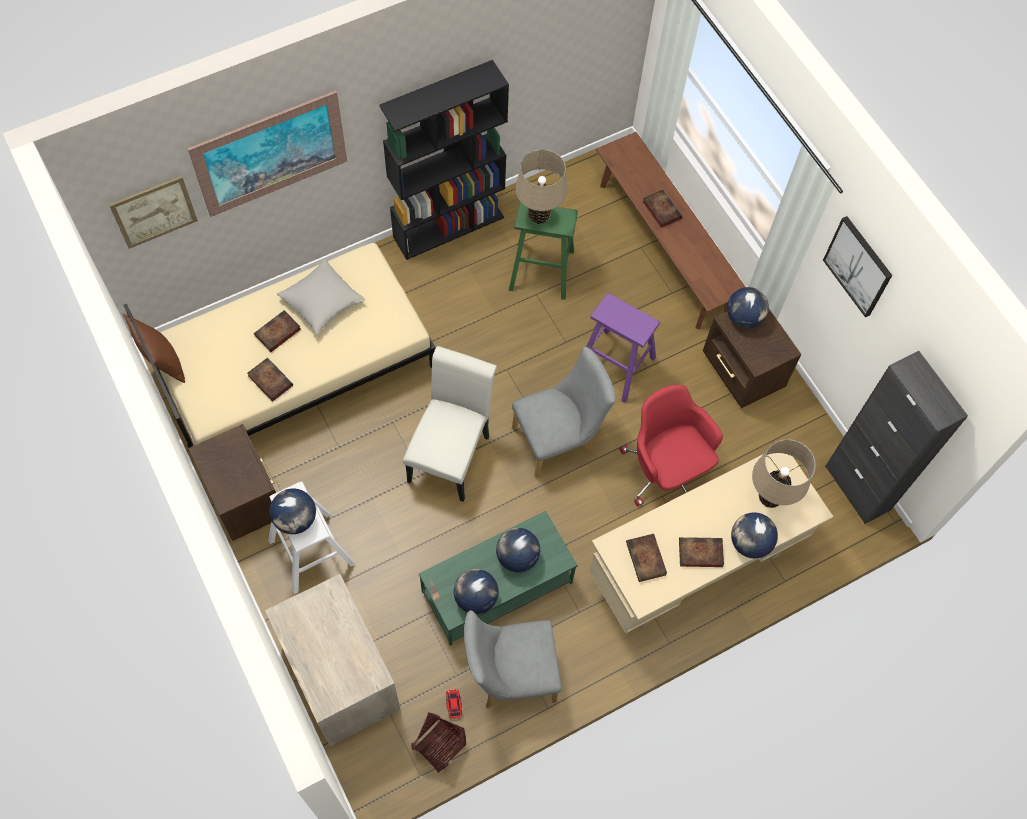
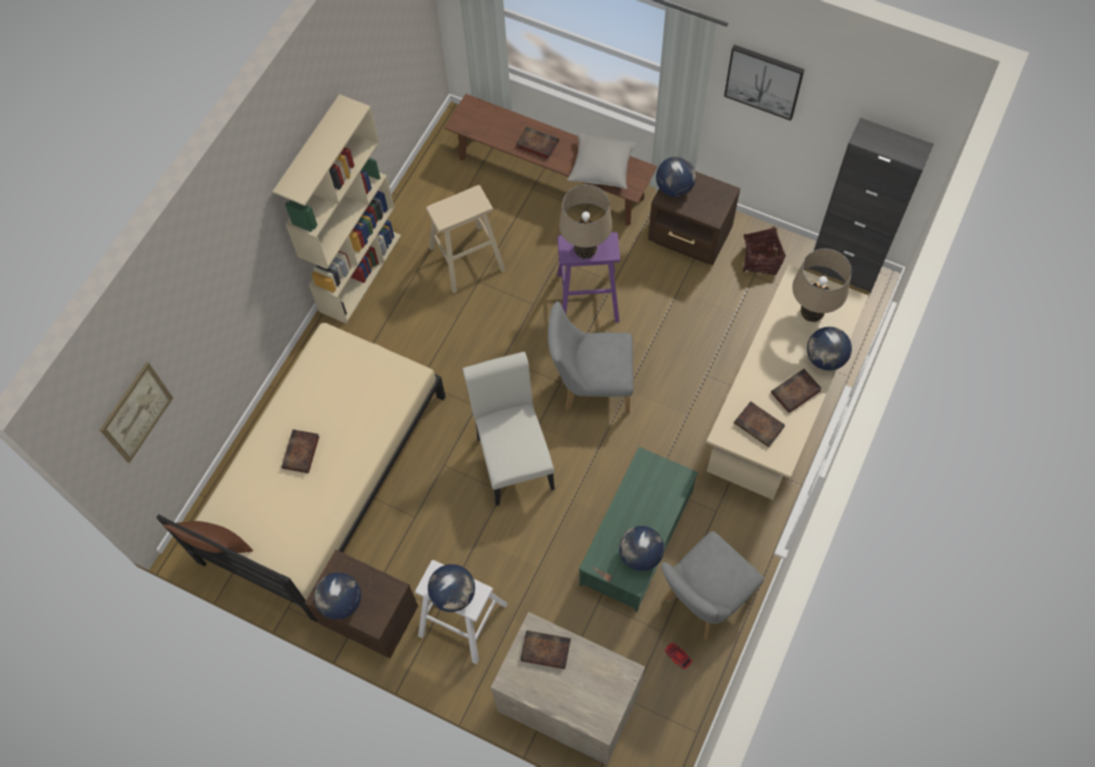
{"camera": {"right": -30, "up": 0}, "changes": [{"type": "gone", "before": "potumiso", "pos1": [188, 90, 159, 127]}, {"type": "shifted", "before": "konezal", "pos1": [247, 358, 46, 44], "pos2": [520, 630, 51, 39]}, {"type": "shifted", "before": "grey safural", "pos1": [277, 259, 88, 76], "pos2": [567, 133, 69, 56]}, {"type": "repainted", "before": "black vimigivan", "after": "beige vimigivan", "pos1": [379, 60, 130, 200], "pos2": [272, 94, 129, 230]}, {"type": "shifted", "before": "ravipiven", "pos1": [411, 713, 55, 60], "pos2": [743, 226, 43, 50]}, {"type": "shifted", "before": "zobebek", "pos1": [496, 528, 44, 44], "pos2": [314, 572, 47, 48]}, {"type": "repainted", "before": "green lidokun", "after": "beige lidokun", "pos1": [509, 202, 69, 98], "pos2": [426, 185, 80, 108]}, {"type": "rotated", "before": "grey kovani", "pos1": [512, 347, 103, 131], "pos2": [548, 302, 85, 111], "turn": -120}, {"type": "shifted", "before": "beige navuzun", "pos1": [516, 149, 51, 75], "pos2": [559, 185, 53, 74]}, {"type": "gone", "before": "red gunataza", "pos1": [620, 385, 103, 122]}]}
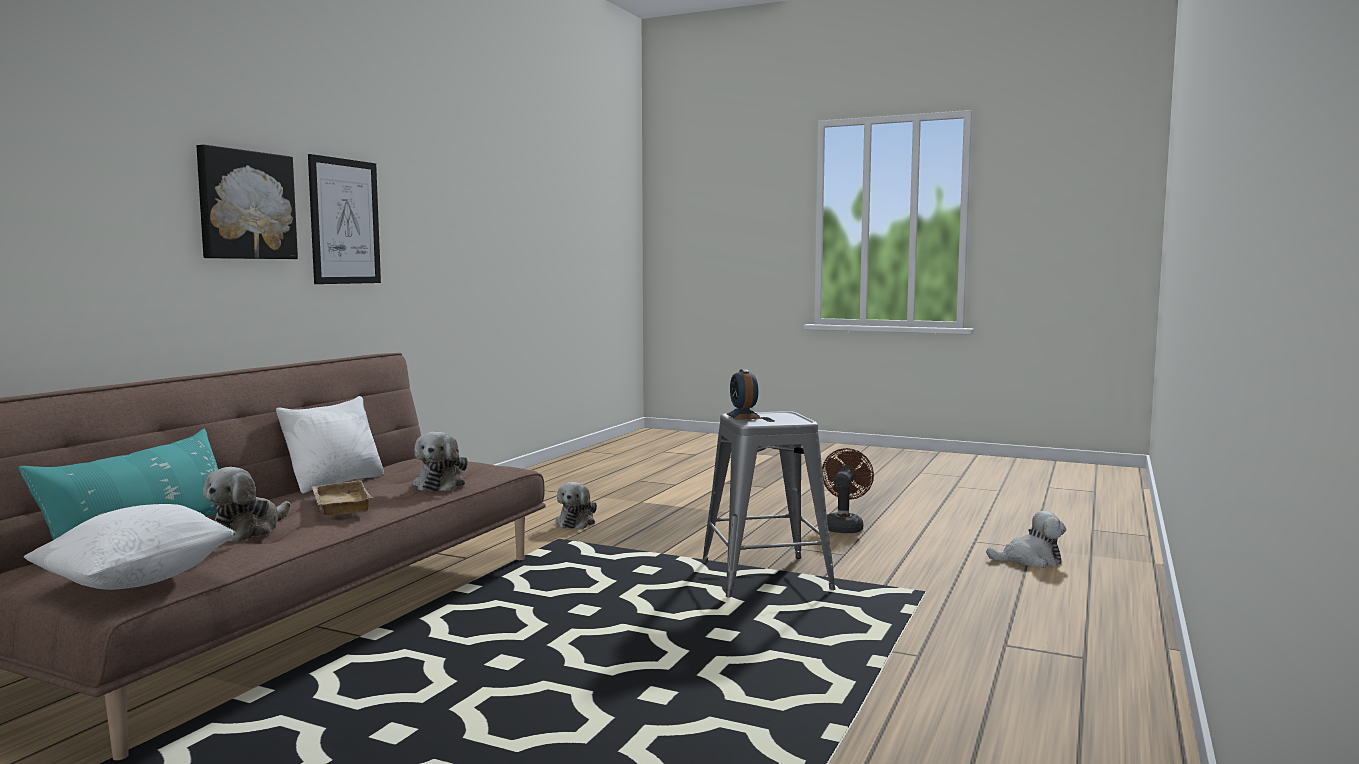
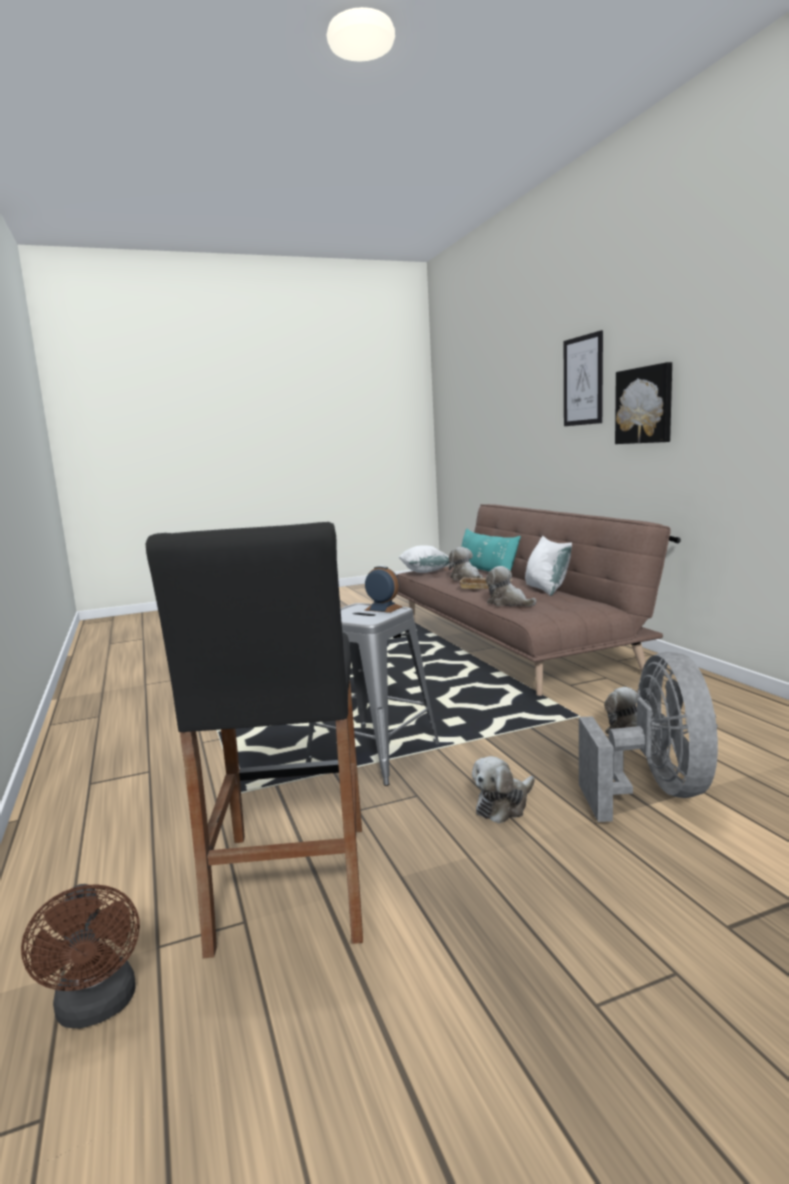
{"camera": {"right": 135, "up": 5}, "changes": [{"type": "shifted", "before": "potumiso", "pos1": [308, 154, 73, 130], "pos2": [564, 330, 39, 96]}, {"type": "shifted", "before": "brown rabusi", "pos1": [822, 448, 52, 85], "pos2": [21, 884, 119, 144]}, {"type": "shifted", "before": "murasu", "pos1": [986, 511, 80, 57], "pos2": [472, 756, 63, 67]}, {"type": "new", "after": "black lidokun", "pos2": [146, 522, 217, 436]}, {"type": "new", "after": "grey rabusi", "pos2": [579, 652, 139, 170]}]}
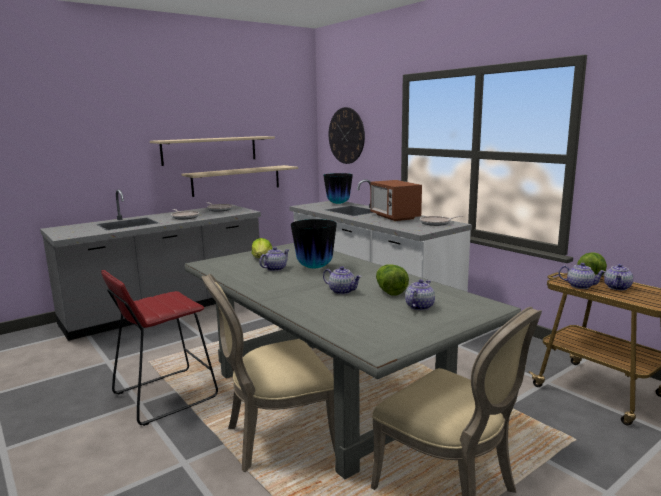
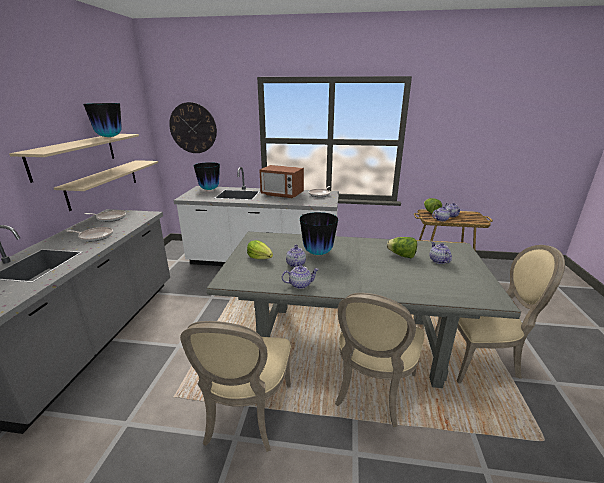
{"camera": {"right": -45, "up": 10}, "changes": [{"type": "swapped", "before": "red lidokun", "after": "beige kovani", "pos1": [101, 270, 117, 156], "pos2": [180, 321, 111, 131]}, {"type": "shifted", "before": "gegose", "pos1": [323, 266, 39, 29], "pos2": [282, 265, 37, 24]}, {"type": "new", "after": "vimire", "pos2": [83, 103, 39, 34]}]}
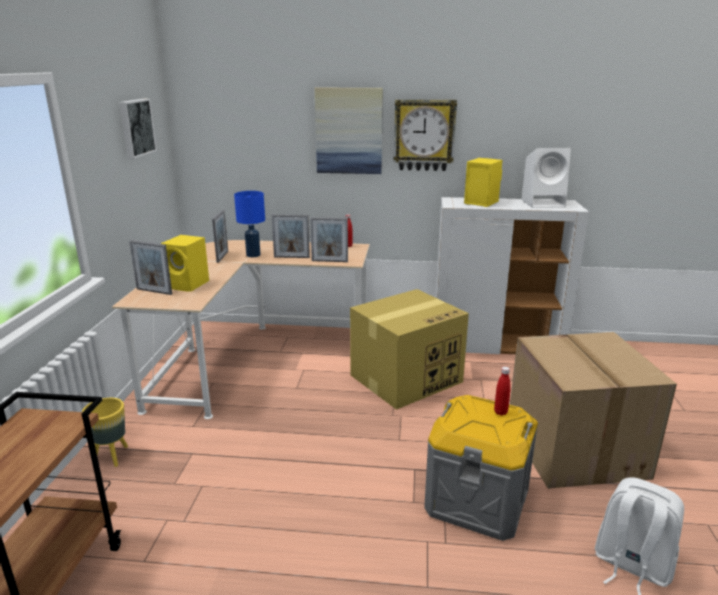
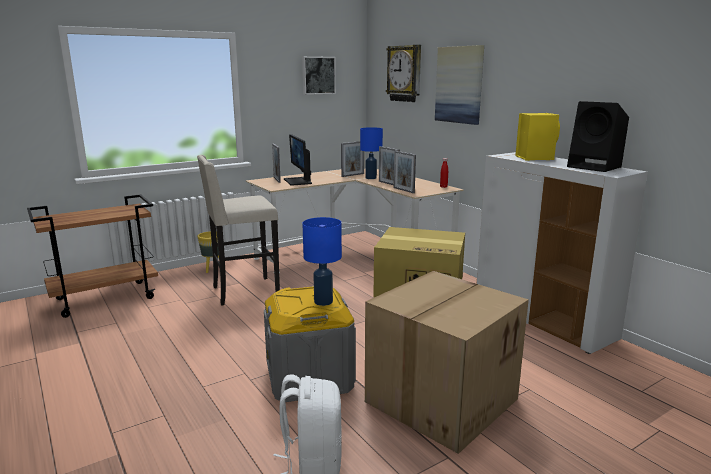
{"camera": {"right": 50, "up": -5}, "changes": [{"type": "swapped", "before": "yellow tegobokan", "after": "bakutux", "pos1": [161, 235, 48, 57], "pos2": [284, 134, 28, 52]}, {"type": "shifted", "before": "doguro", "pos1": [393, 99, 64, 72], "pos2": [386, 45, 35, 57]}, {"type": "swapped", "before": "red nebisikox", "after": "blue navuzun", "pos1": [494, 366, 17, 50], "pos2": [302, 217, 40, 89]}, {"type": "repainted", "before": "white tegobokan", "after": "black tegobokan", "pos1": [522, 148, 49, 60], "pos2": [567, 101, 62, 71]}, {"type": "new", "after": "beige lidokun", "pos2": [197, 155, 83, 151]}]}
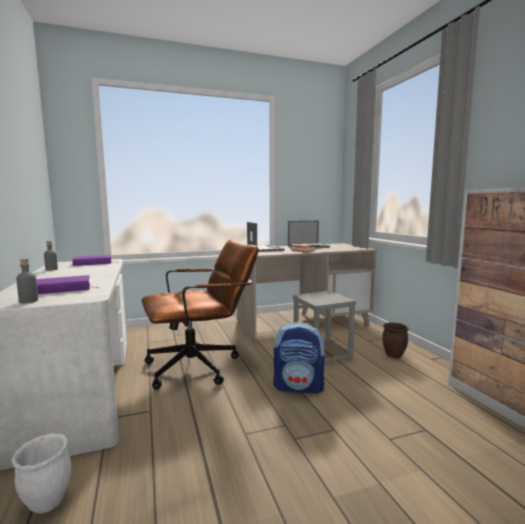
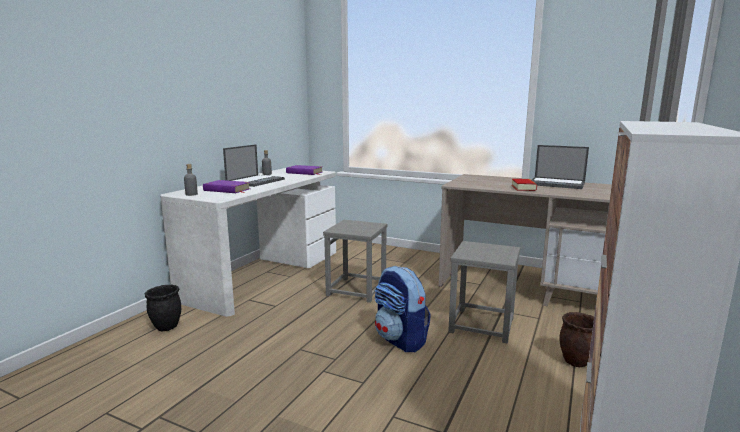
{"camera": {"right": 45, "up": 5}, "changes": [{"type": "repainted", "before": "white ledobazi", "after": "black ledobazi", "pos1": [12, 433, 59, 81], "pos2": [145, 284, 36, 48]}, {"type": "swapped", "before": "brown gunataza", "after": "grey lidokun", "pos1": [141, 240, 118, 150], "pos2": [323, 220, 65, 83]}, {"type": "shifted", "before": "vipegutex", "pos1": [247, 222, 38, 30], "pos2": [223, 144, 62, 43]}]}
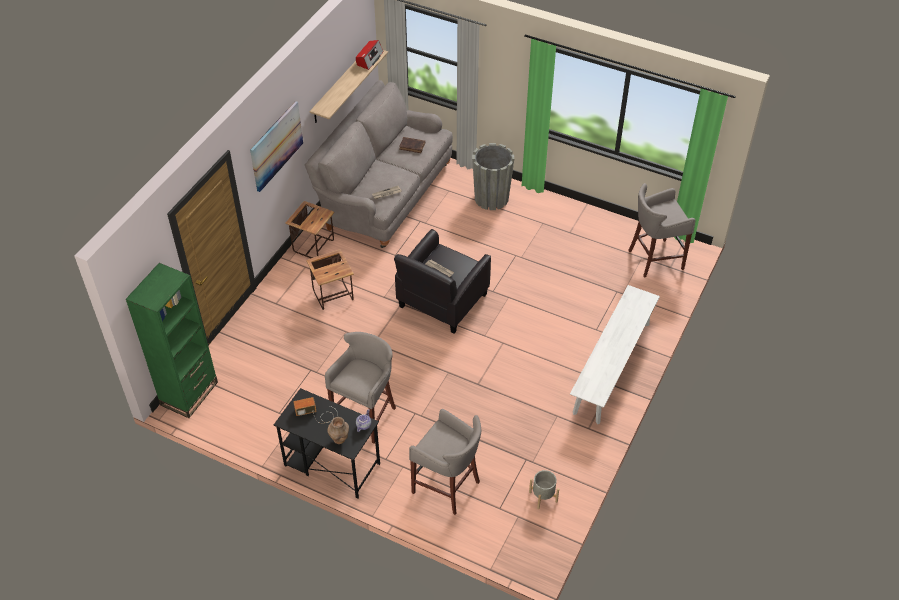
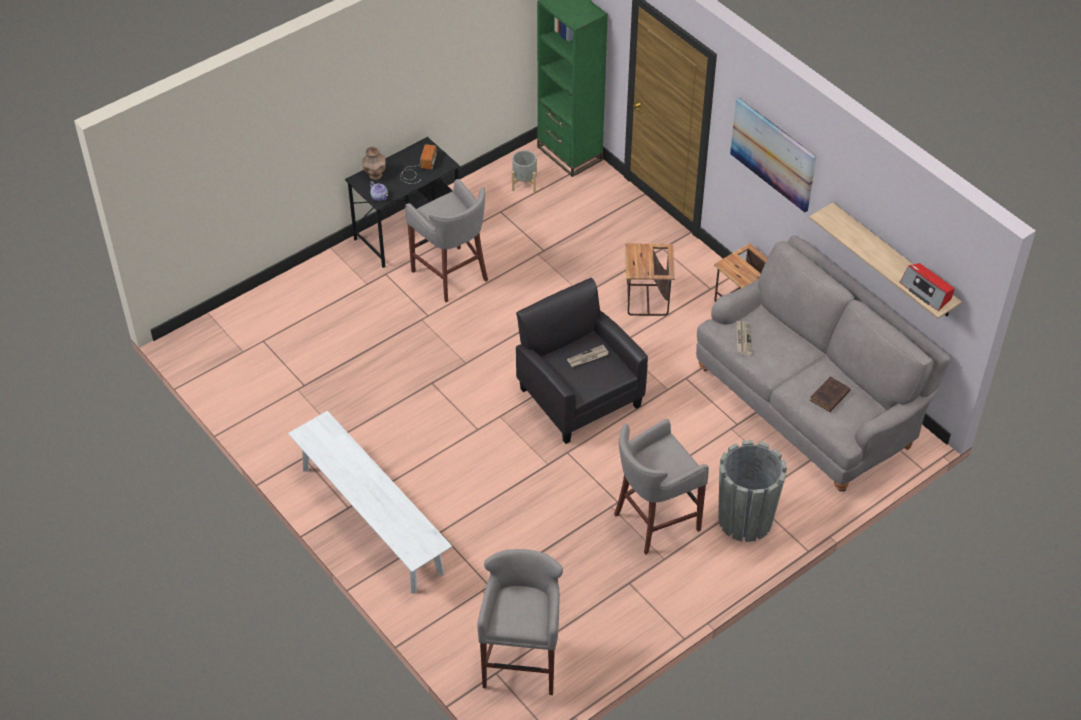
{"camera": {"right": 115, "up": 0}, "changes": [{"type": "shifted", "before": "grey lidokun", "pos1": [409, 409, 72, 106], "pos2": [614, 419, 95, 136]}, {"type": "shifted", "before": "grey ledobazi", "pos1": [529, 470, 30, 39], "pos2": [512, 150, 25, 42]}]}
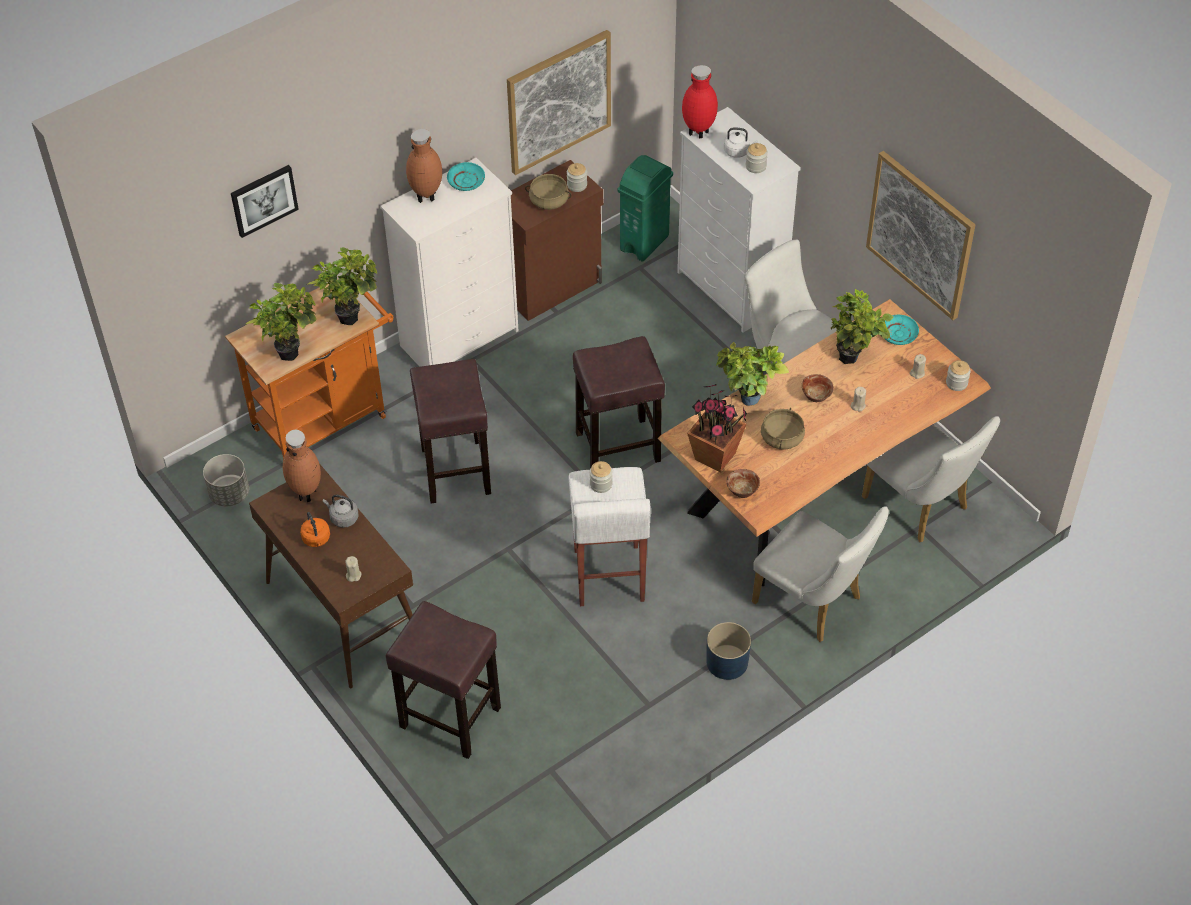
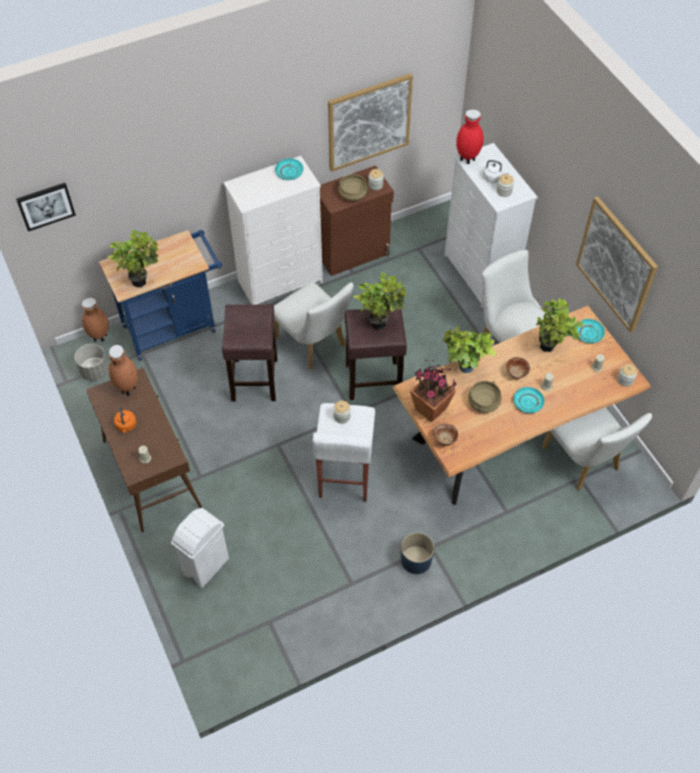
{"camera": {"right": 10, "up": 5}, "changes": [{"type": "repainted", "before": "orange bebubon", "after": "blue bebubon", "pos1": [225, 278, 168, 181], "pos2": [99, 230, 123, 131]}, {"type": "shifted", "before": "potumiso", "pos1": [231, 165, 68, 73], "pos2": [16, 183, 60, 49]}, {"type": "shifted", "before": "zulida", "pos1": [307, 247, 70, 78], "pos2": [353, 272, 53, 58]}, {"type": "gone", "before": "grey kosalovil", "pos1": [323, 494, 36, 34]}, {"type": "swapped", "before": "brown lidokun", "after": "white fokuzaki", "pos1": [386, 601, 115, 158], "pos2": [171, 508, 58, 80]}, {"type": "shifted", "before": "brown vimire", "pos1": [406, 129, 36, 74], "pos2": [82, 298, 27, 44]}, {"type": "gone", "before": "green fokuzaki", "pos1": [618, 155, 55, 107]}, {"type": "shifted", "before": "white kovani", "pos1": [752, 506, 137, 136], "pos2": [274, 282, 80, 88]}, {"type": "new", "after": "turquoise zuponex", "pos2": [514, 387, 30, 26]}]}
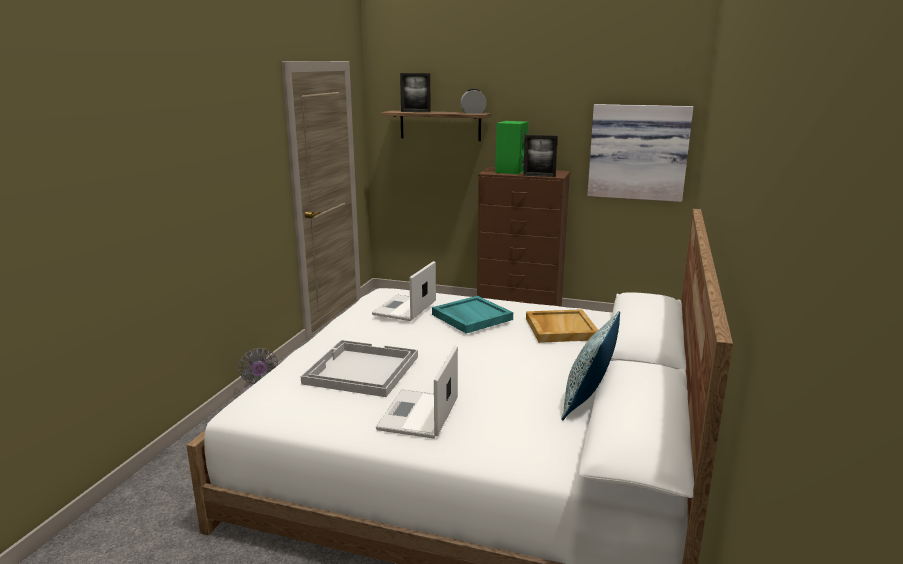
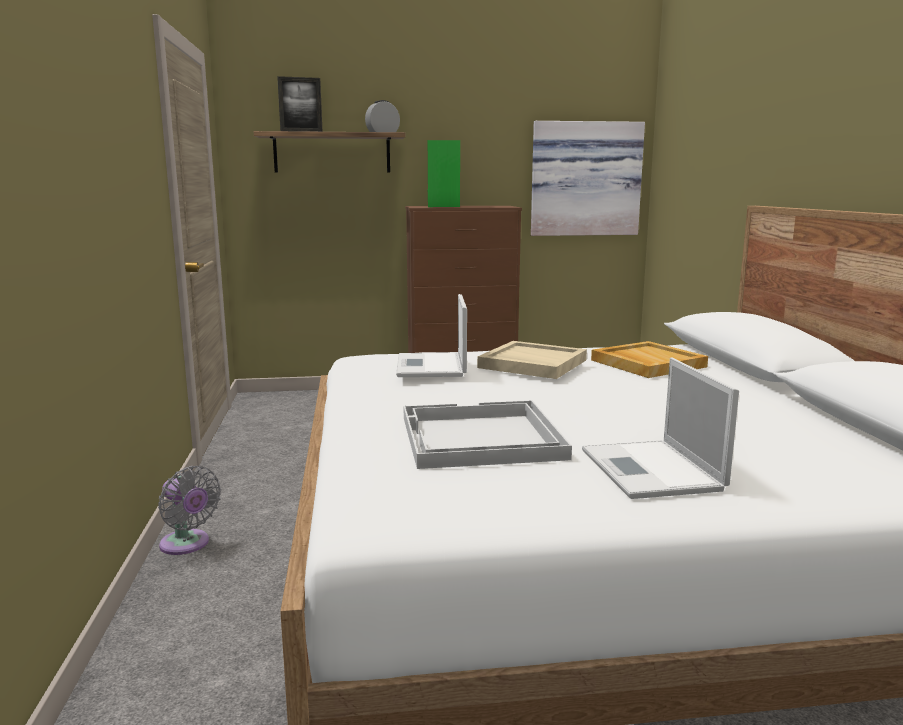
{"camera": {"right": -25, "up": -5}, "changes": [{"type": "repainted", "before": "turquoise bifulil", "after": "beige bifulil", "pos1": [432, 296, 81, 38], "pos2": [477, 341, 110, 38]}, {"type": "gone", "before": "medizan", "pos1": [523, 135, 35, 42]}, {"type": "gone", "before": "safural", "pos1": [561, 311, 59, 109]}]}
